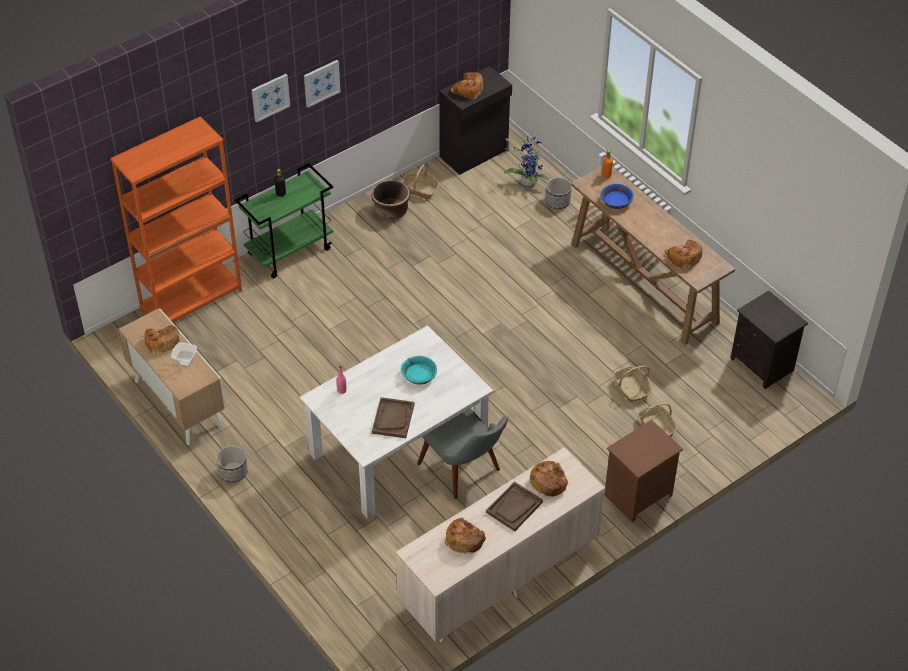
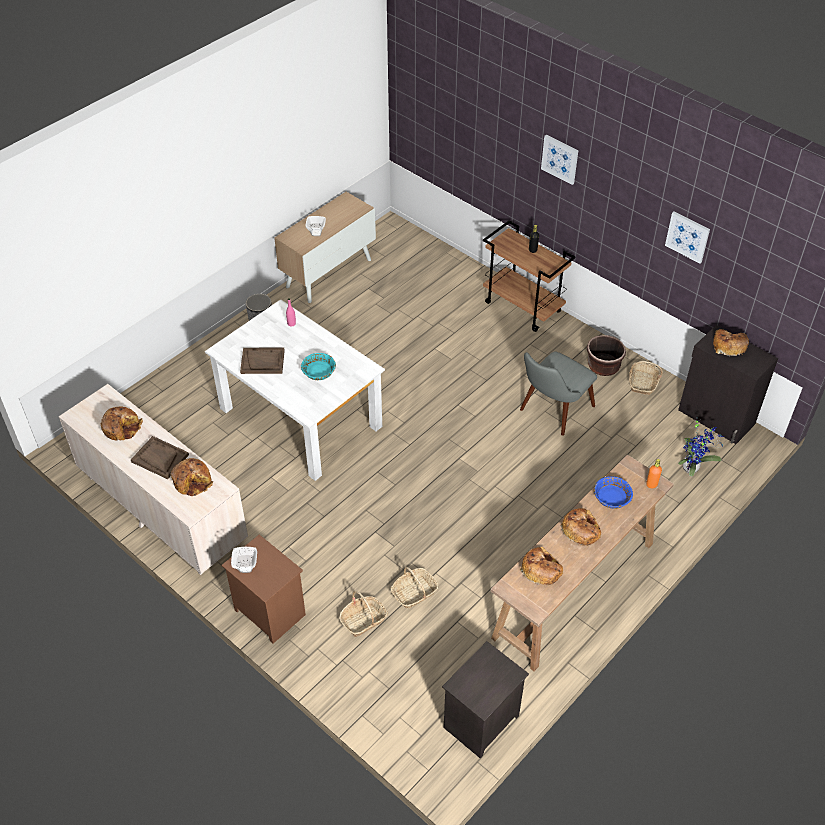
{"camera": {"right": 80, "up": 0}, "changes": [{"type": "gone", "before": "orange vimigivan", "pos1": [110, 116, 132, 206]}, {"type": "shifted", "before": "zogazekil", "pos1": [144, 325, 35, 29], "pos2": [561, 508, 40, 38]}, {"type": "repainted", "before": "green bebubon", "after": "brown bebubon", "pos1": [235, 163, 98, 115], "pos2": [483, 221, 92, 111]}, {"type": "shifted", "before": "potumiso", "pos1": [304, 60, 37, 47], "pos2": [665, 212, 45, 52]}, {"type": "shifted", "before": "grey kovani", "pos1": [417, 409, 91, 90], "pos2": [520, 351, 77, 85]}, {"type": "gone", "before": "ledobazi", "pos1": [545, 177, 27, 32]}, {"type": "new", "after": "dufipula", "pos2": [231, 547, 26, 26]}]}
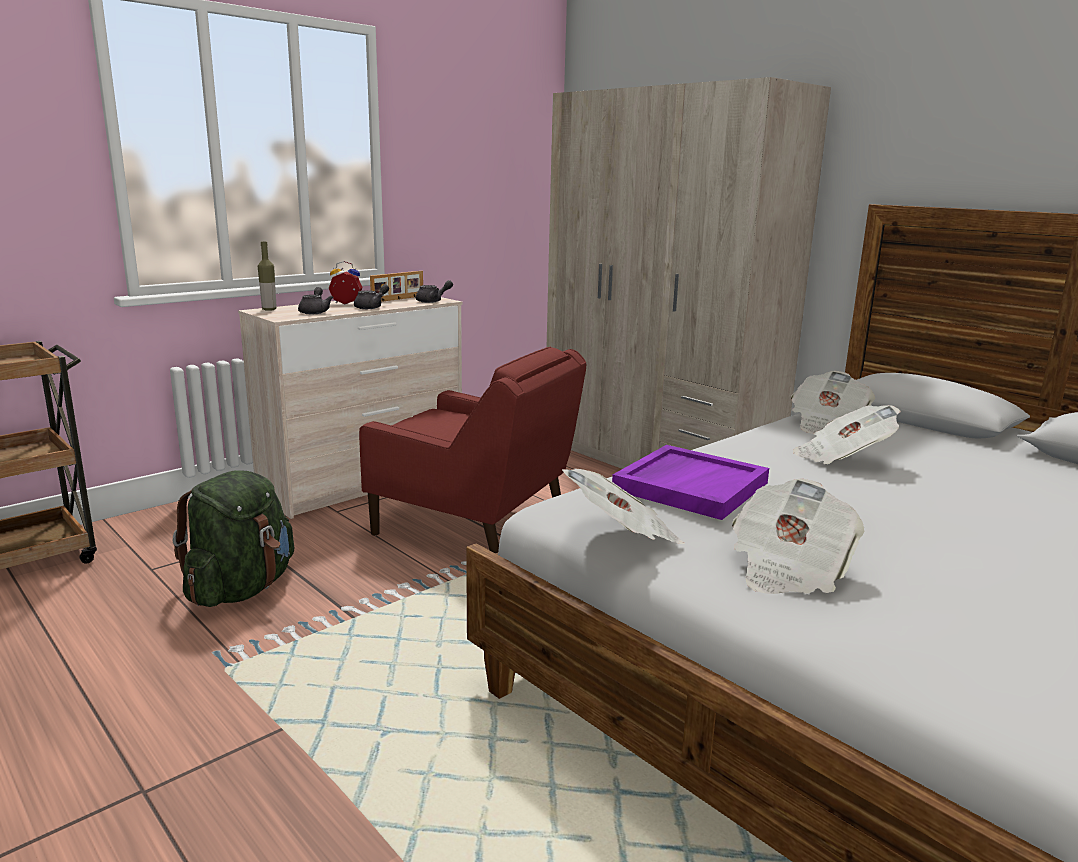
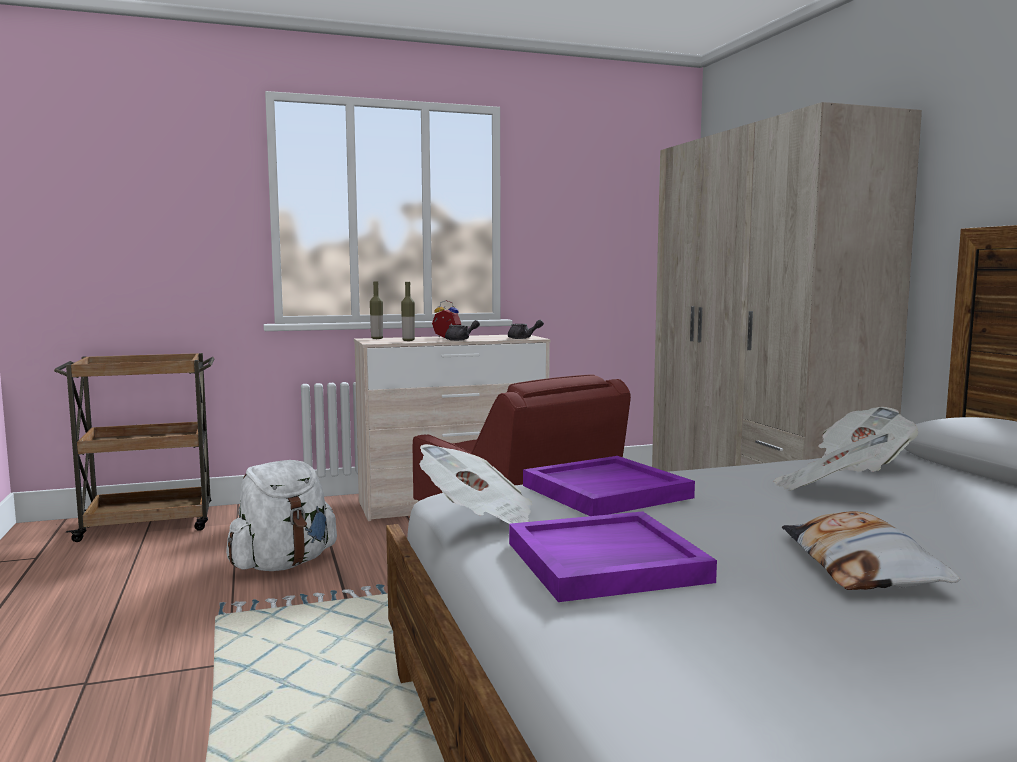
{"camera": {"right": 25, "up": -10}, "changes": [{"type": "repainted", "before": "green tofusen", "after": "white tofusen", "pos1": [173, 470, 121, 137], "pos2": [226, 460, 111, 111]}, {"type": "swapped", "before": "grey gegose", "after": "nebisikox", "pos1": [298, 287, 35, 27], "pos2": [401, 282, 14, 59]}, {"type": "gone", "before": "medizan", "pos1": [370, 271, 53, 31]}, {"type": "swapped", "before": "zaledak", "after": "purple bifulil", "pos1": [732, 479, 133, 115], "pos2": [509, 511, 208, 91]}, {"type": "new", "after": "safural", "pos2": [782, 511, 178, 79]}]}
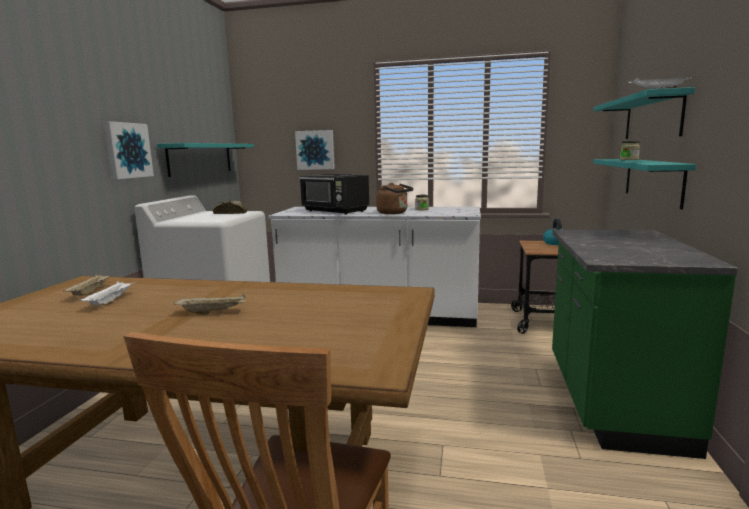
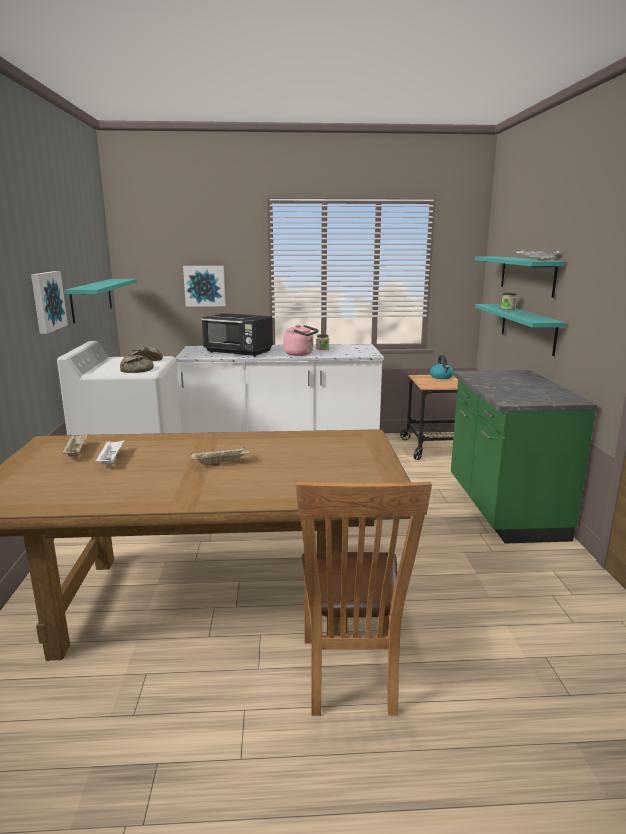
{"camera": {"right": -15, "up": 5}, "changes": [{"type": "repainted", "before": "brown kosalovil", "after": "pink kosalovil", "pos1": [376, 183, 37, 31], "pos2": [283, 325, 36, 31]}, {"type": "new", "after": "zogazekil", "pos2": [120, 355, 34, 18]}]}
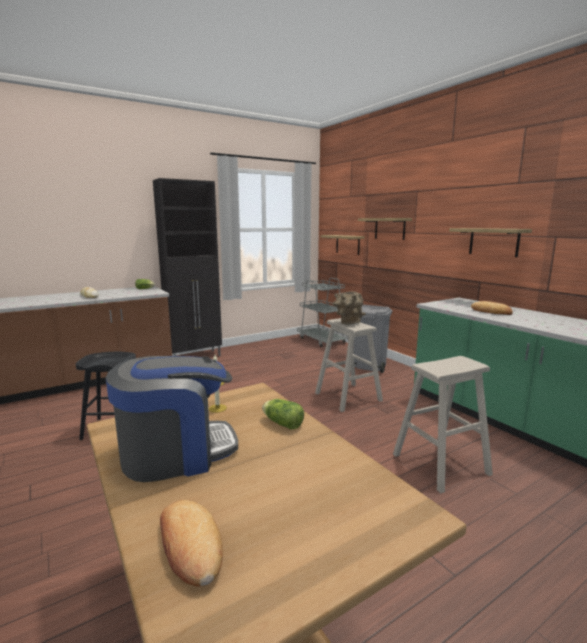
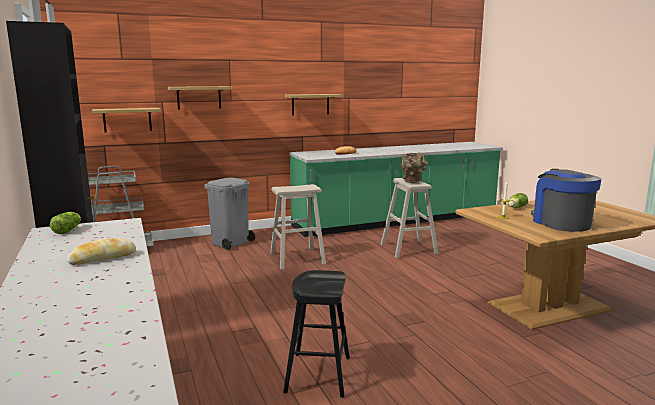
{"camera": {"right": -80, "up": 0}, "changes": [{"type": "gone", "before": "zogazekil", "pos1": [160, 500, 63, 87]}, {"type": "shifted", "before": "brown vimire", "pos1": [332, 291, 34, 34], "pos2": [400, 153, 28, 30]}]}
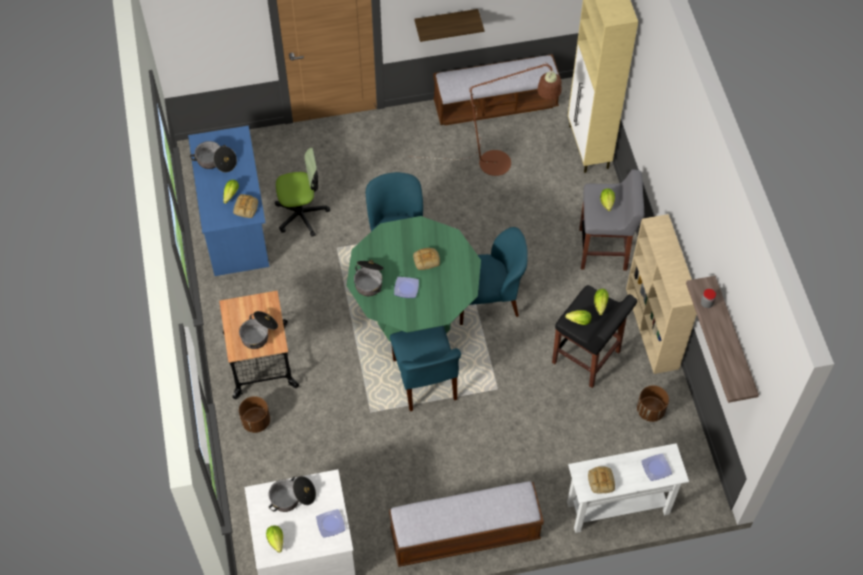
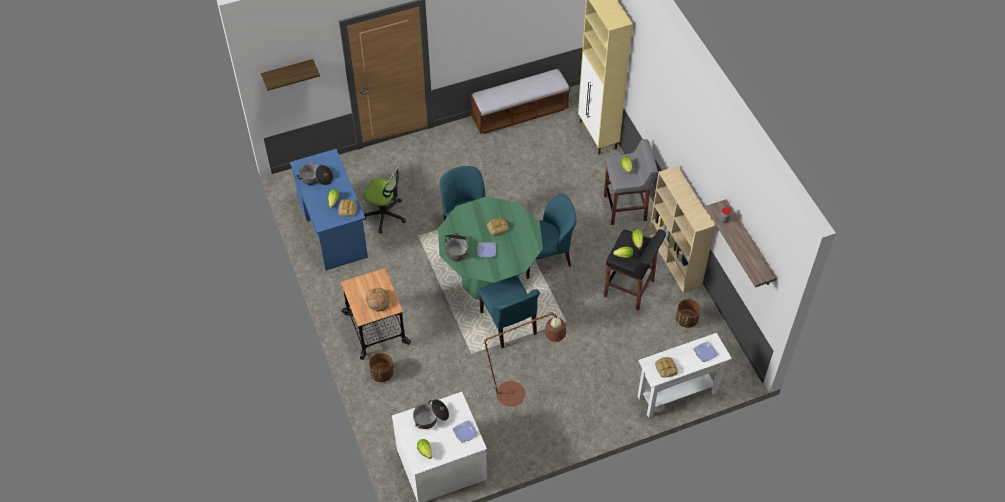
{"camera": {"right": -10, "up": -5}, "changes": [{"type": "swapped", "before": "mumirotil", "after": "zogazekil", "pos1": [239, 311, 39, 38], "pos2": [366, 288, 23, 24]}, {"type": "rotated", "before": "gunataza", "pos1": [275, 147, 55, 90], "pos2": [363, 166, 43, 67], "turn": 45}, {"type": "gone", "before": "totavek", "pos1": [389, 481, 155, 86]}, {"type": "shifted", "before": "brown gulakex", "pos1": [408, 63, 154, 113], "pos2": [431, 312, 135, 94]}, {"type": "shifted", "before": "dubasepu", "pos1": [414, 9, 70, 33], "pos2": [261, 59, 59, 32]}]}
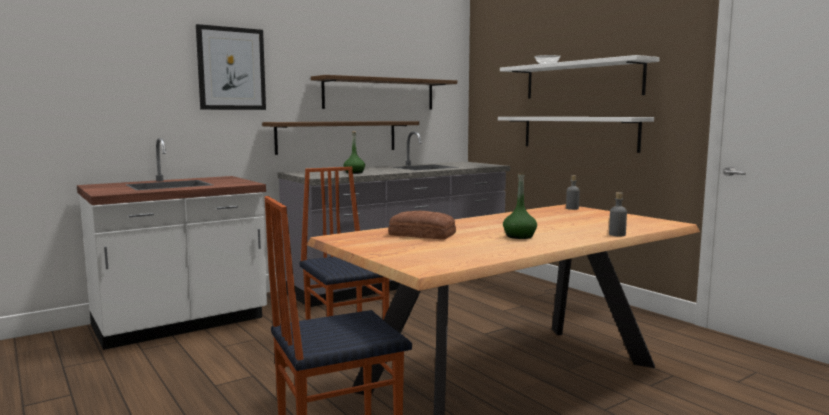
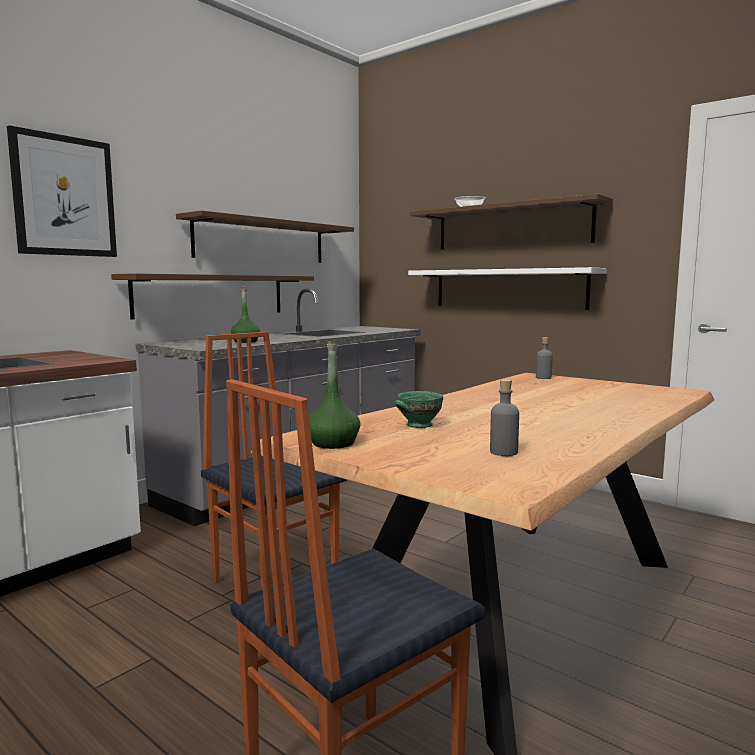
{"camera": {"right": -15, "up": 0}, "changes": [{"type": "swapped", "before": "zogazekil", "after": "green dufipula", "pos1": [388, 211, 68, 28], "pos2": [394, 391, 49, 37]}, {"type": "repainted", "before": "white dubasepu", "after": "brown dubasepu", "pos1": [500, 55, 160, 44], "pos2": [410, 194, 203, 56]}, {"type": "shifted", "before": "green nebisikox", "pos1": [503, 172, 34, 67], "pos2": [309, 340, 51, 109]}, {"type": "shifted", "before": "grey nebisikox", "pos1": [609, 192, 18, 44], "pos2": [490, 379, 29, 77]}]}
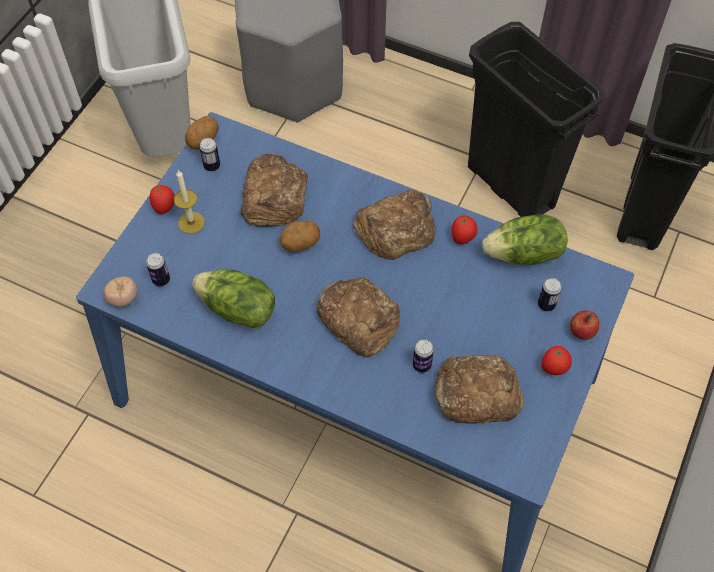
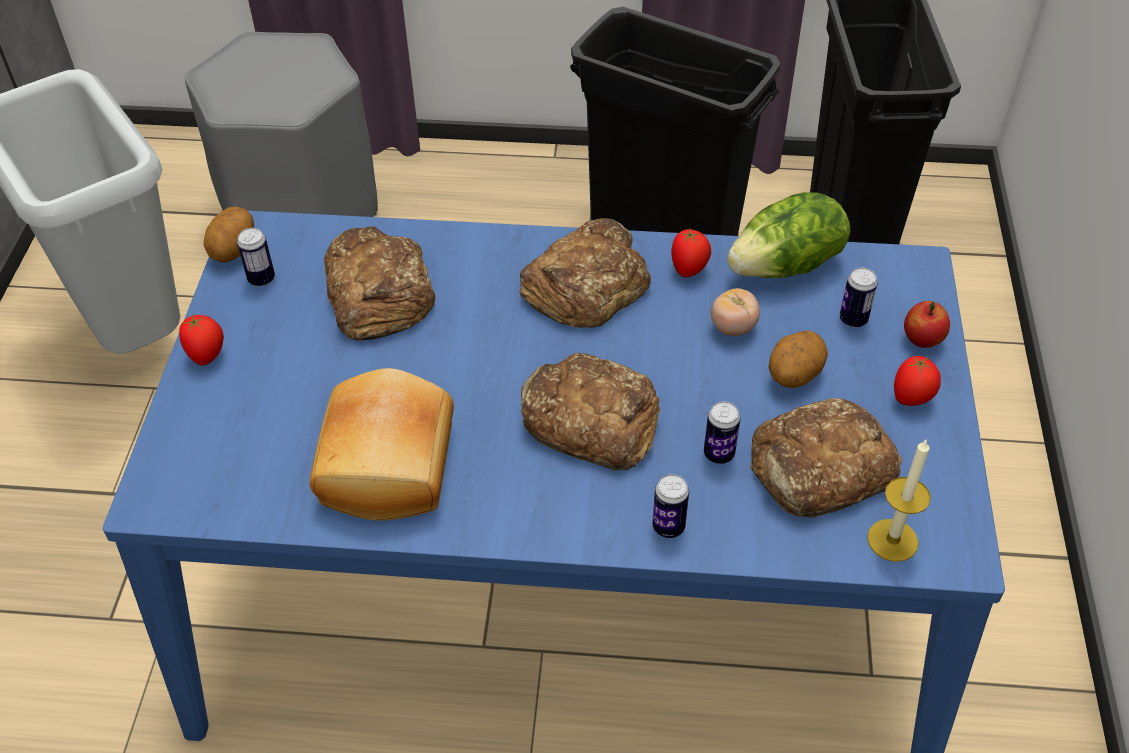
{"camera": {"right": -20, "up": -10}, "changes": [{"type": "shifted", "before": "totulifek", "pos1": [104, 277, 34, 30], "pos2": [711, 288, 49, 48]}, {"type": "shifted", "before": "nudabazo", "pos1": [146, 253, 24, 33], "pos2": [652, 474, 37, 64]}, {"type": "shifted", "before": "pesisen", "pos1": [174, 170, 31, 64], "pos2": [867, 440, 64, 122]}, {"type": "swapped", "before": "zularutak", "after": "zogazekil", "pos1": [192, 269, 83, 59], "pos2": [310, 368, 144, 153]}, {"type": "shifted", "before": "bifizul", "pos1": [280, 221, 40, 31], "pos2": [769, 331, 59, 57]}]}
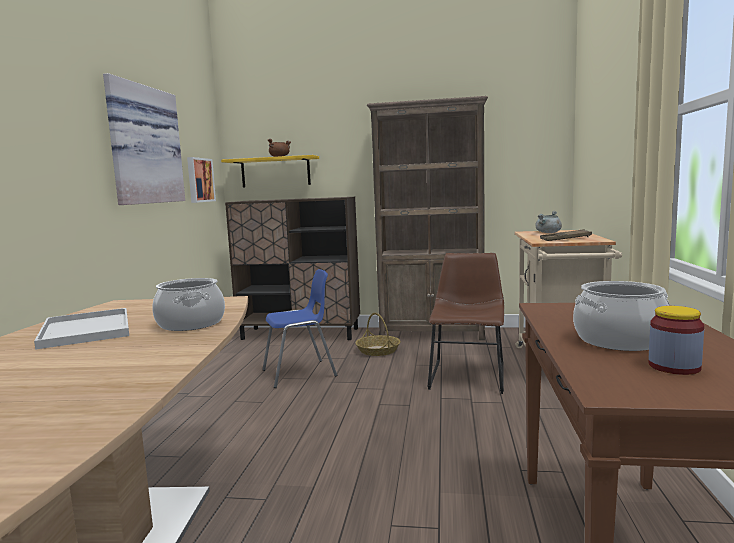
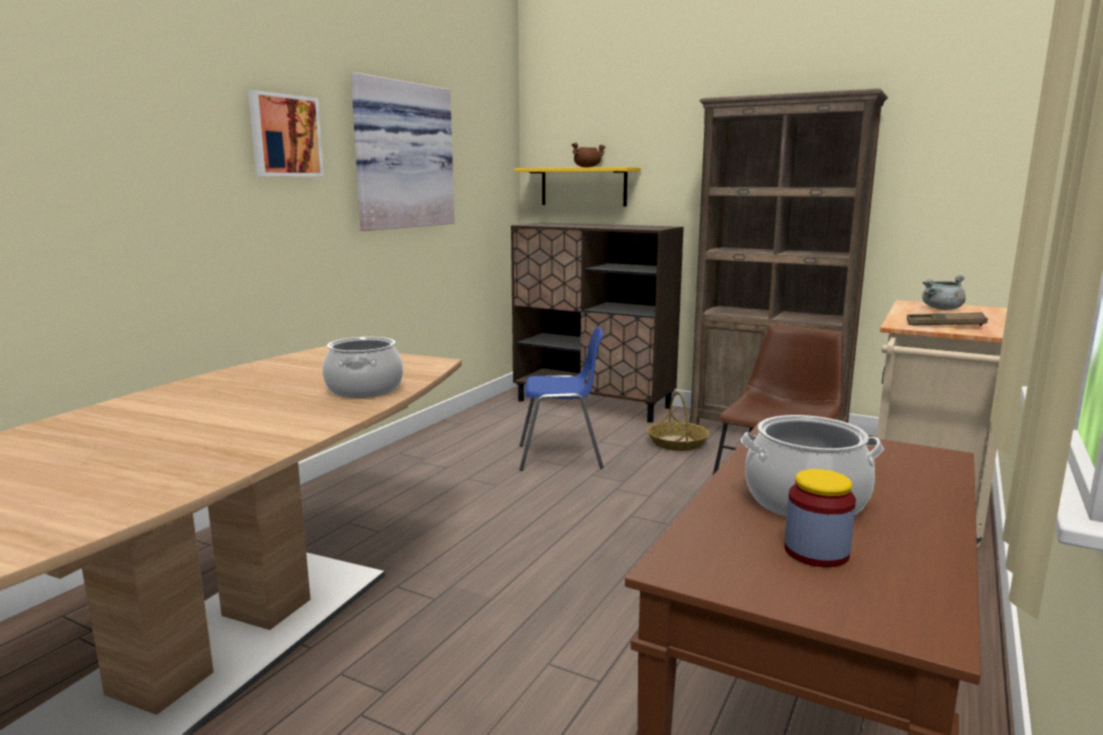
{"camera": {"right": 20, "up": 5}, "changes": [{"type": "gone", "before": "white bifulil", "pos1": [34, 308, 95, 42]}, {"type": "shifted", "before": "potumiso", "pos1": [187, 157, 29, 46], "pos2": [248, 90, 76, 87]}]}
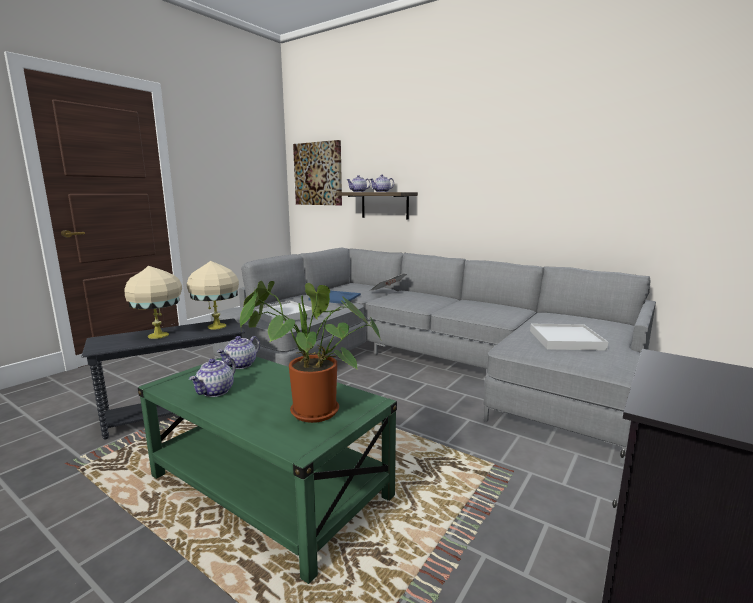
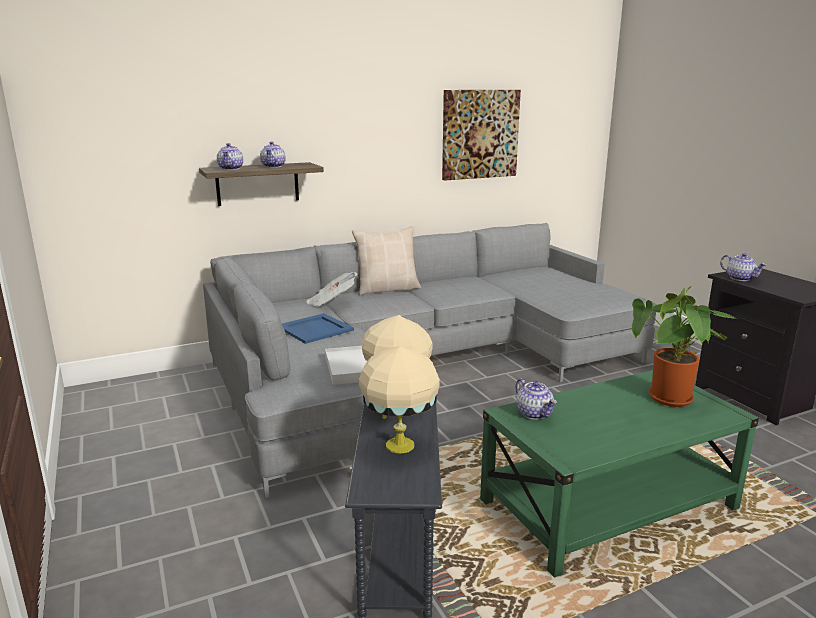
{"camera": {"right": -60, "up": 5}, "changes": [{"type": "shifted", "before": "gegose", "pos1": [189, 357, 47, 40], "pos2": [720, 253, 46, 28]}, {"type": "shifted", "before": "potumiso", "pos1": [293, 140, 49, 65], "pos2": [442, 90, 79, 91]}, {"type": "gone", "before": "white bifulil", "pos1": [530, 324, 78, 27]}, {"type": "new", "after": "beige safural", "pos2": [352, 226, 69, 69]}]}
